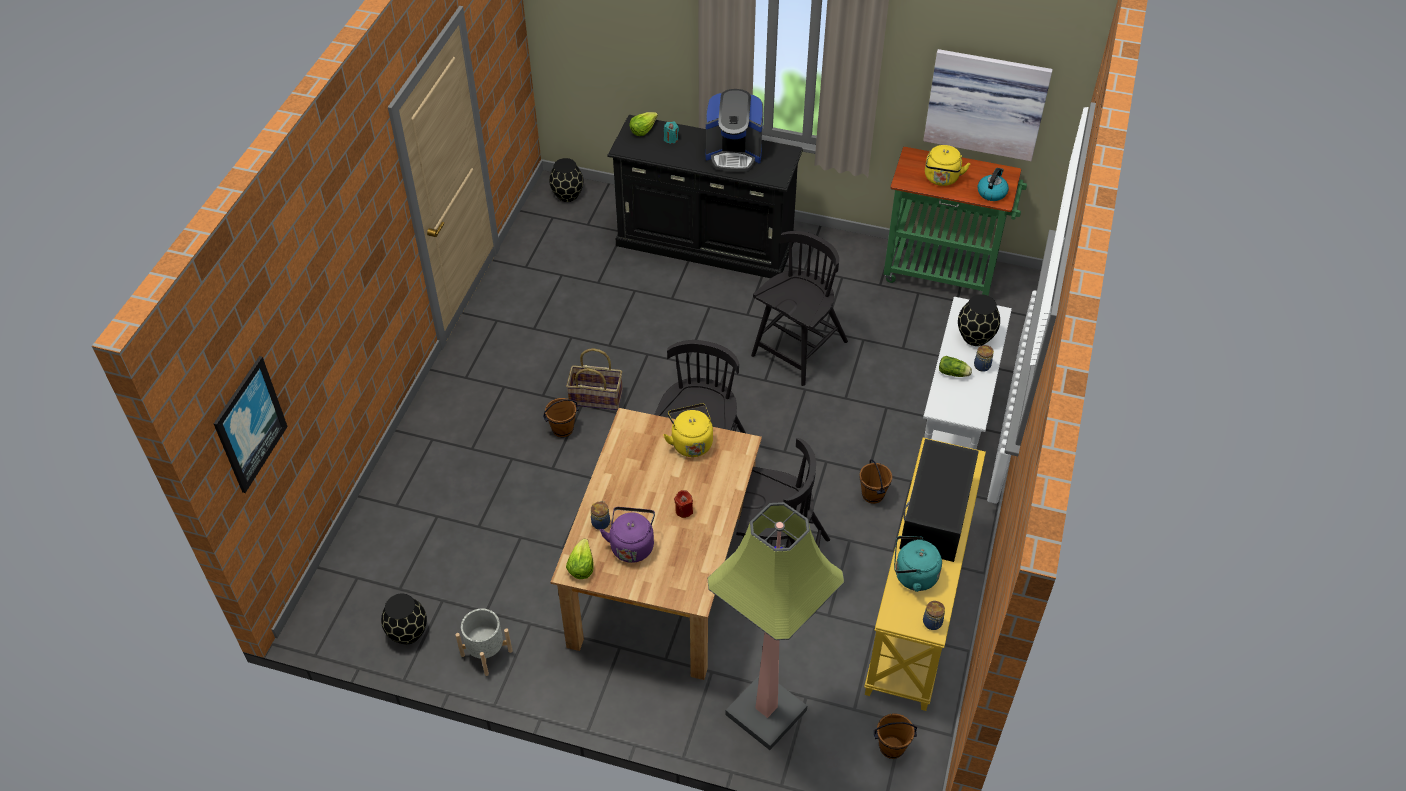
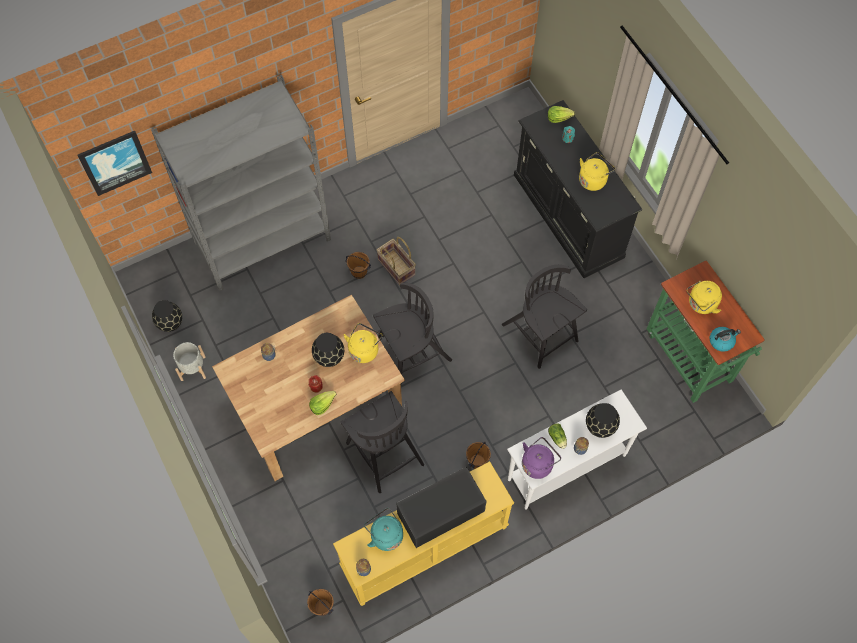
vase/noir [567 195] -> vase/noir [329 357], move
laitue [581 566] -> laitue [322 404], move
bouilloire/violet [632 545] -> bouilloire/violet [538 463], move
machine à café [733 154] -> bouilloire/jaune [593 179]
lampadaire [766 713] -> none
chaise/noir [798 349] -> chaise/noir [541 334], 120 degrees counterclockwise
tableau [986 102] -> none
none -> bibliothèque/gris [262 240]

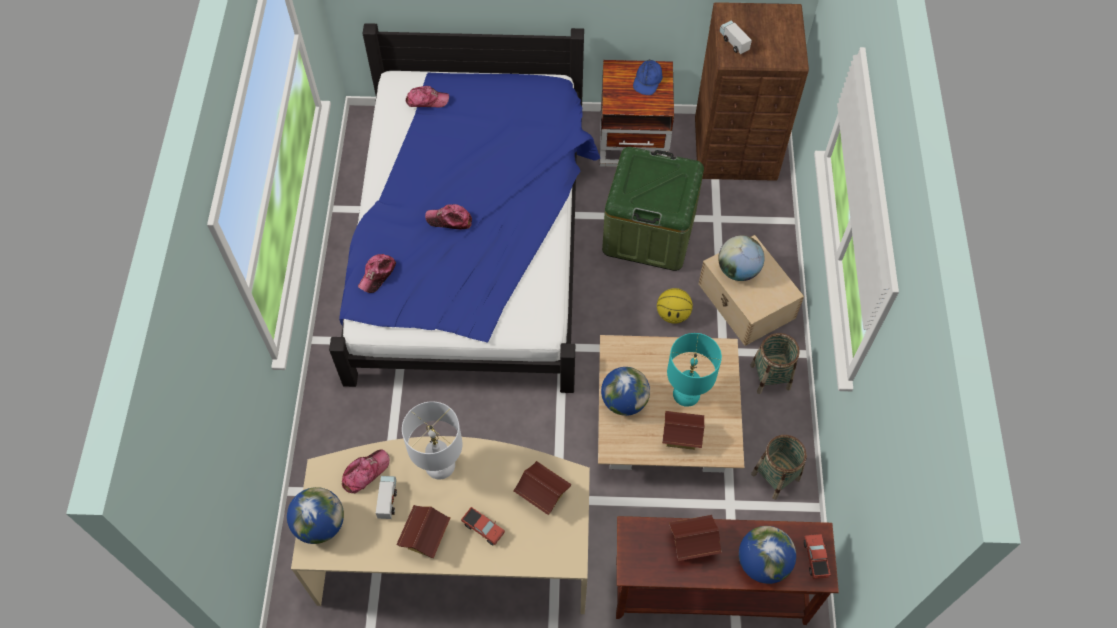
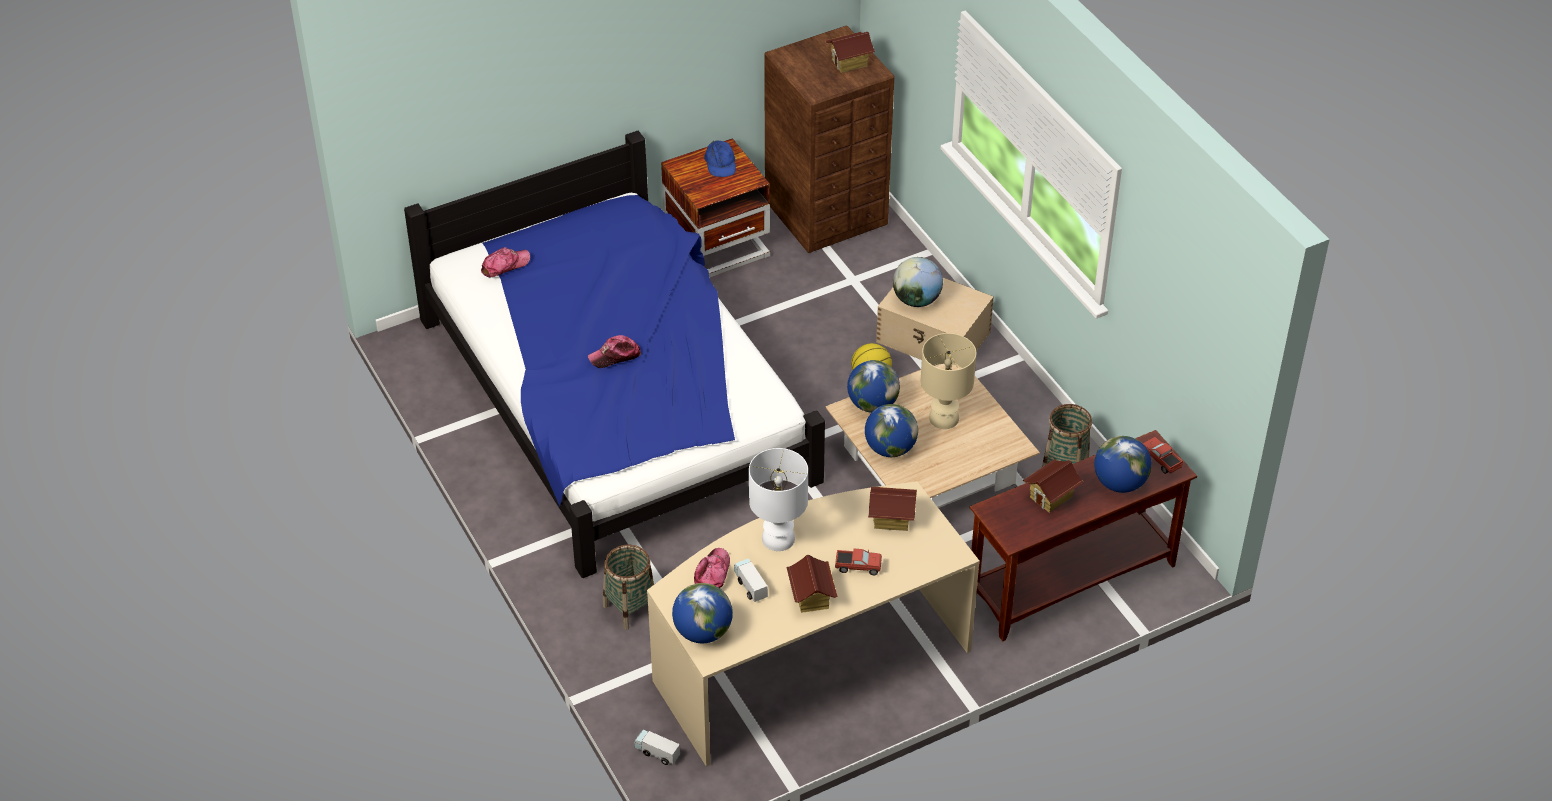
casquette [377 275] -> none
boîte de rangement/vert [649 231] -> none
maison miniature [681 437] -> maison miniature [849 63], move
lampe de table/turquoise [687 394] -> lampe de table/beige [944 418]
camion jouet [734 42] -> camion jouet [657 752], move
panier [770 377] -> panier [630 608], move
none -> globe [872 404]

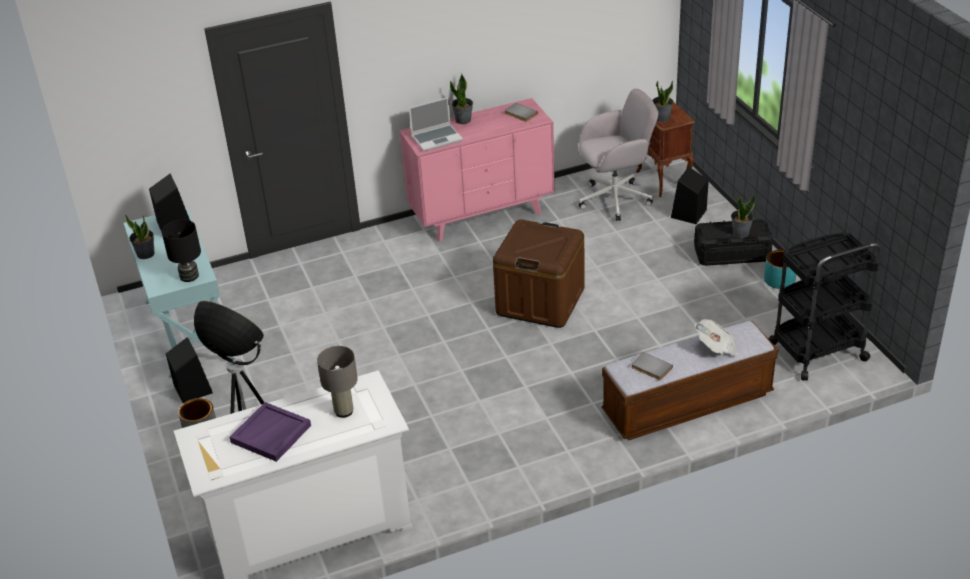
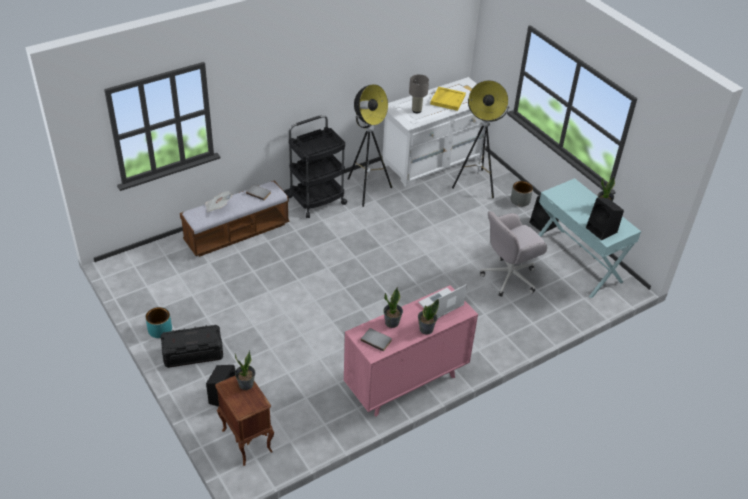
lampe de table/noir [189 276] -> none
plateau/violet [271 434] -> plateau/jaune [447 100]
boîte de rangement/marron [540 301] -> none
chaise de bureau/gris [615 200] -> chaise de bureau/gris [508 278], move
plante en pot [740 232] -> plante en pot [392 322], move
chariot/noir [817 351] -> chariot/noir [317 200], move
none -> lampadaire [366 190]

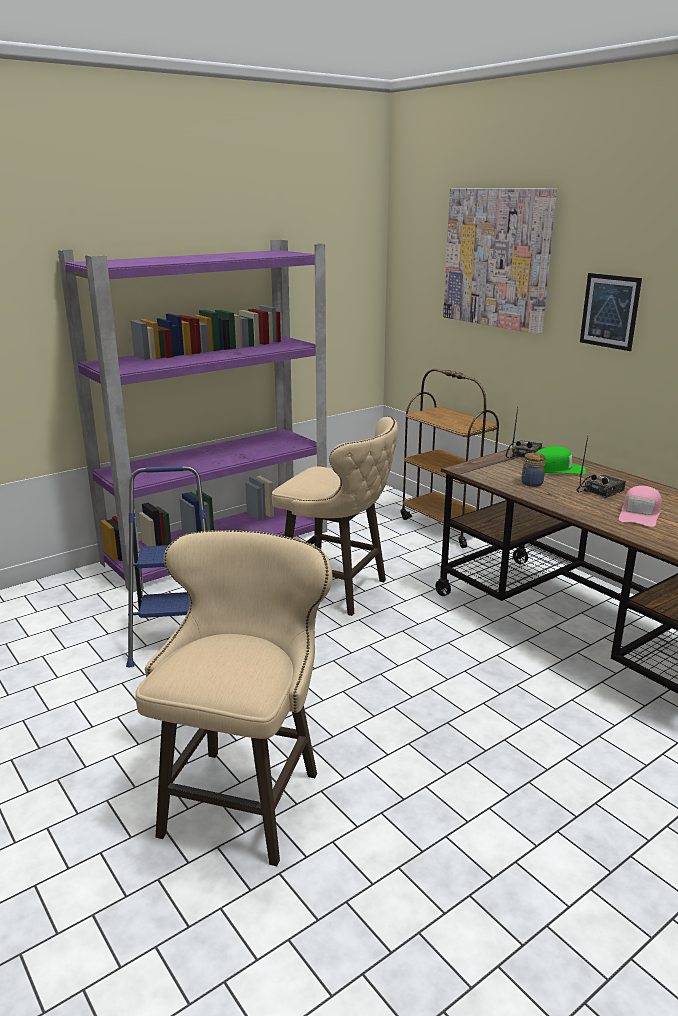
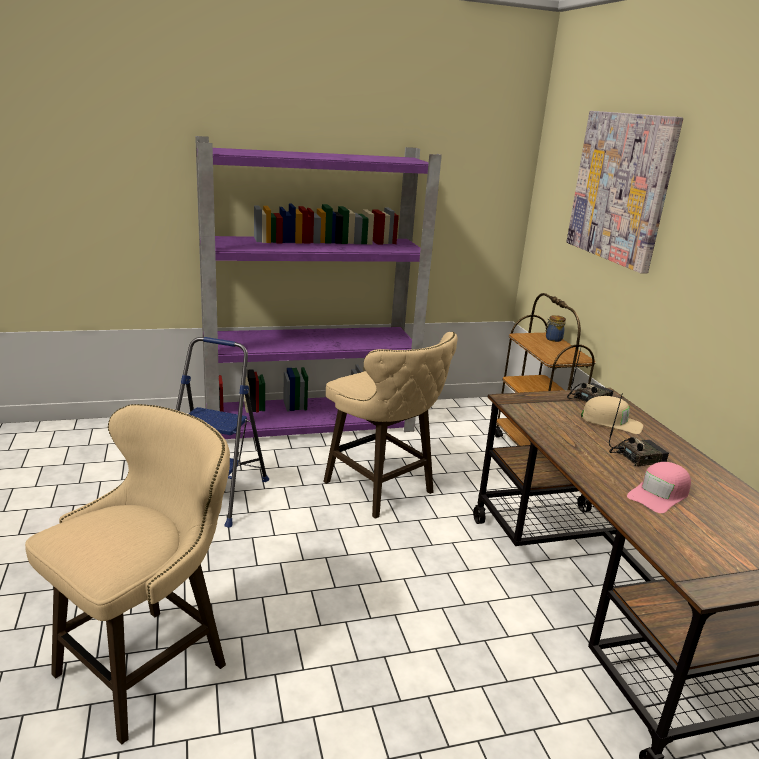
bocal [531 483] -> bocal [553 339], move
casquette/vert [557 469] -> casquette/beige [611 422]
tableau [610 311] -> none

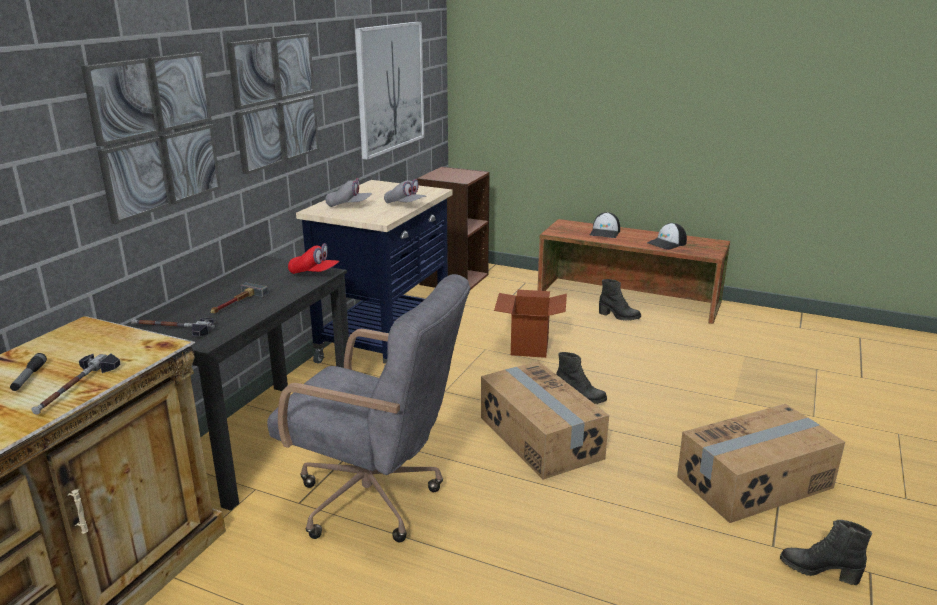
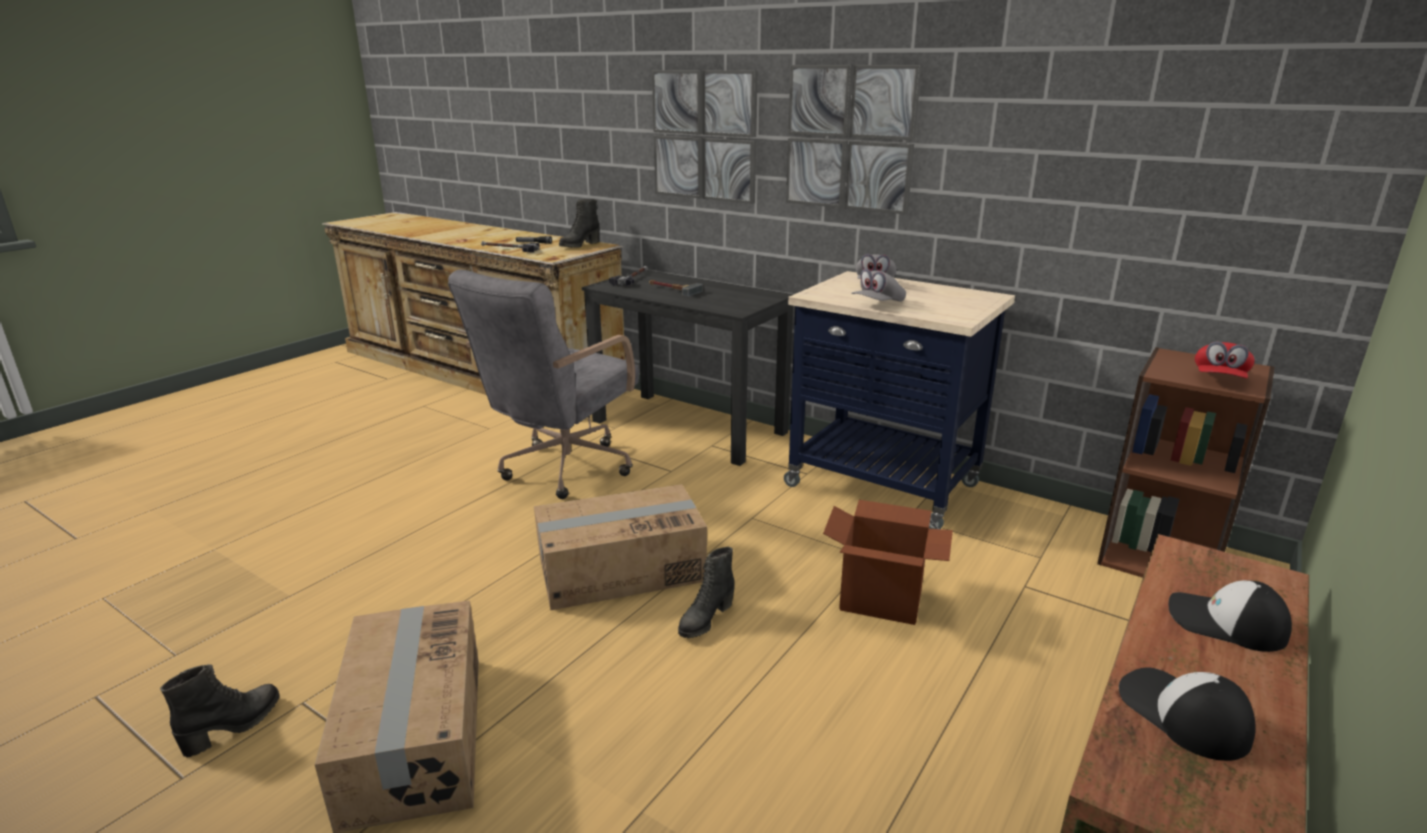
casquette/rouge [314 273] -> casquette/rouge [1219 380], move
tableau [390 88] -> none
botte/noir [619 316] -> botte/noir [579 245], move

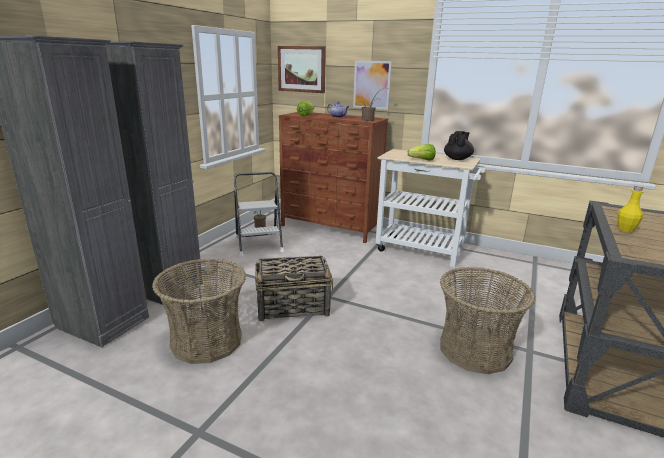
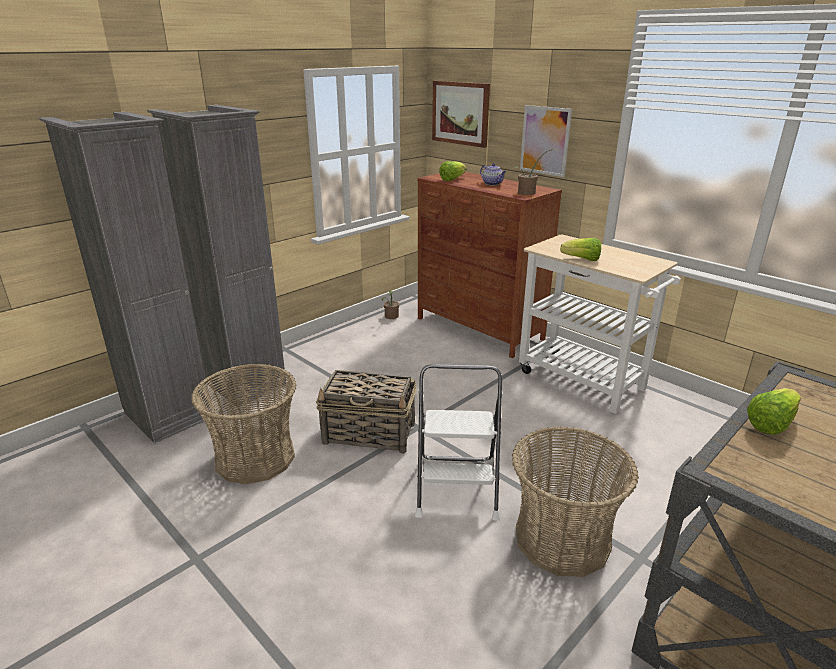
escabeau/blanc [259 243] -> escabeau/blanc [457 484], move
théière/noir [457 159] -> none
bouteille/jaune [625 229] -> laitue [771 424]

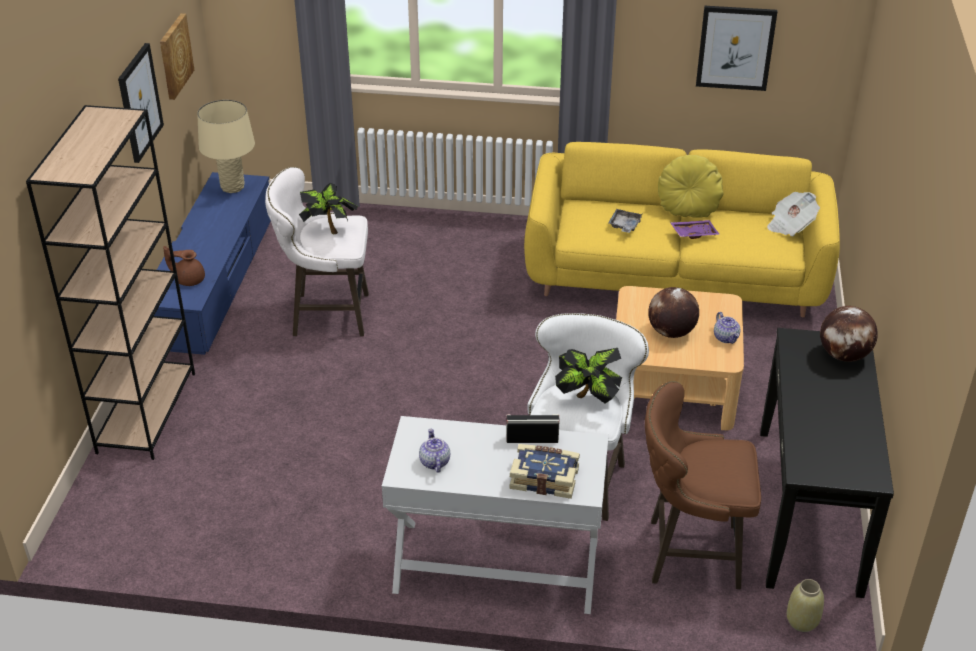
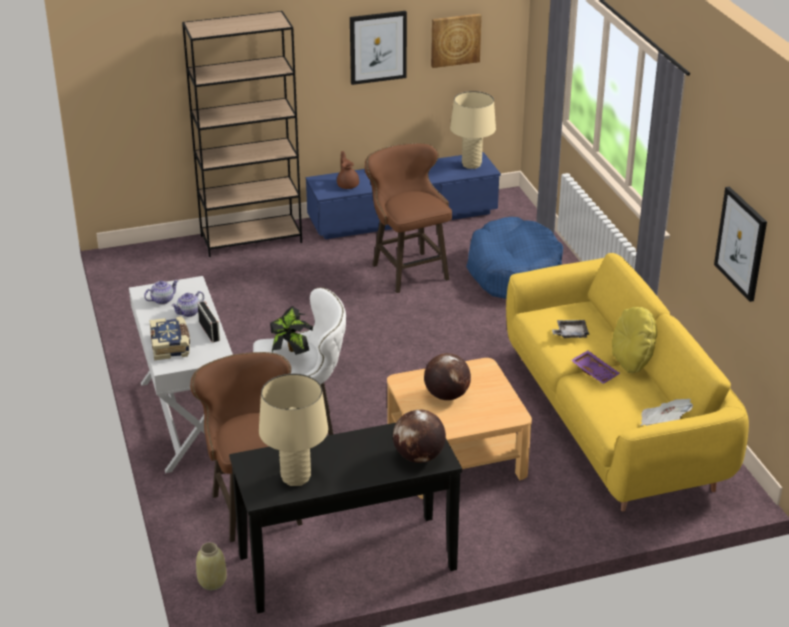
tabouret/blanc [326 314] -> tabouret/marron [408 270]
plante en pot [329 229] -> none
théière [726 338] -> théière [189 313], move
none -> lampe de table/beige [296 477]
none -> panier pour chien/bleu [513 272]

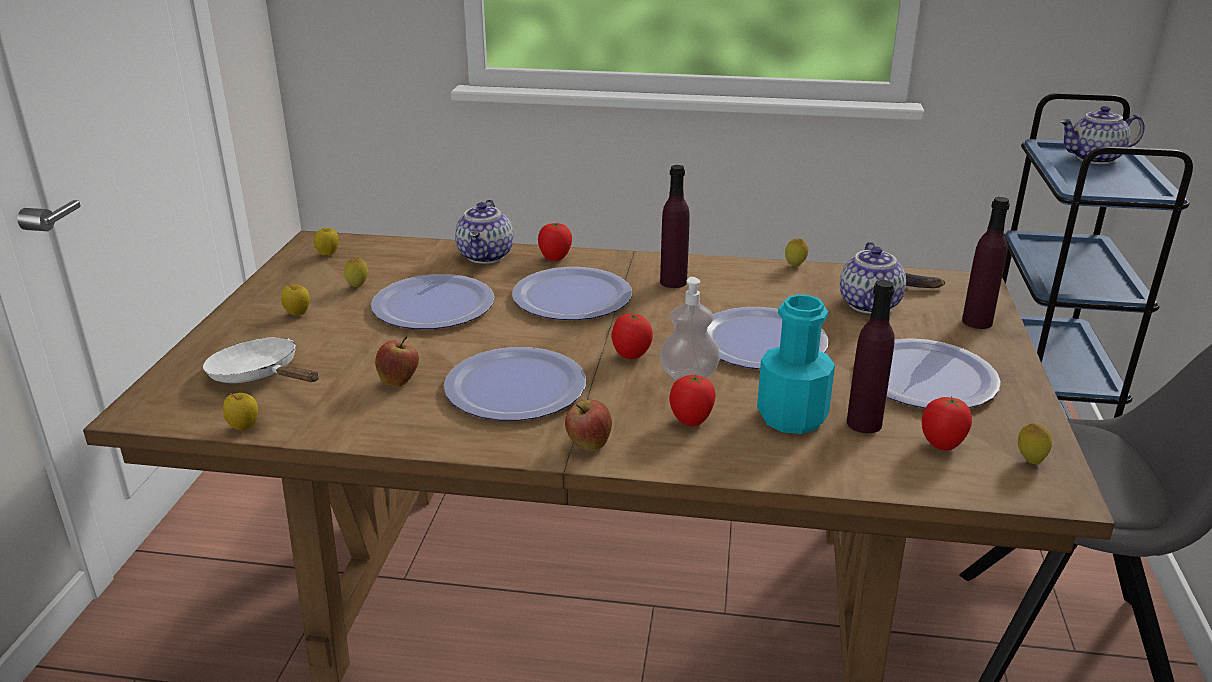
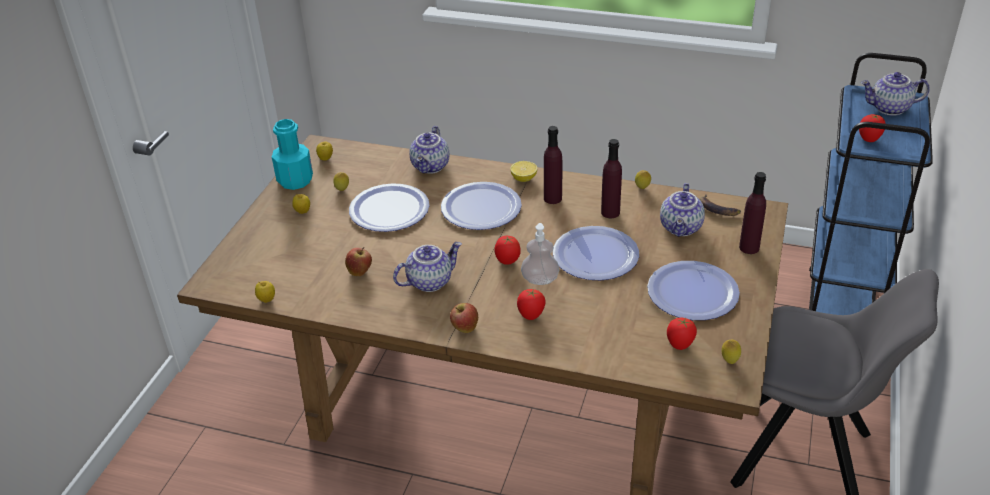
poêle/blanc [260 375] -> none
assiette [515 387] -> théière [429 281]
tomate [555 259] -> tomate [869 140], move
bouteille/turquoise [792 417] -> bouteille/turquoise [295 180], move
bouteille/violet [864 423] -> bouteille/violet [610 212], move
none -> citron [524 179]

